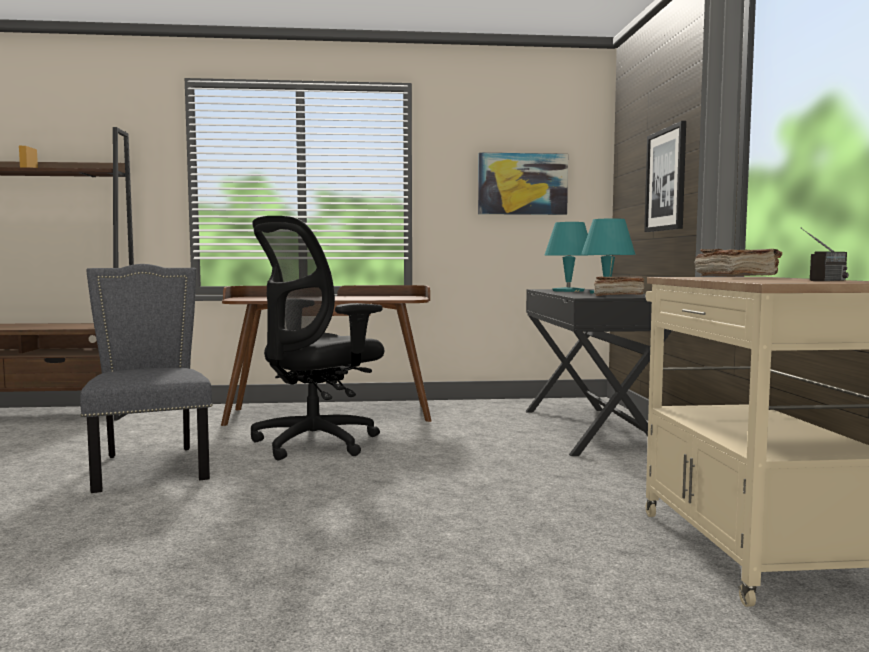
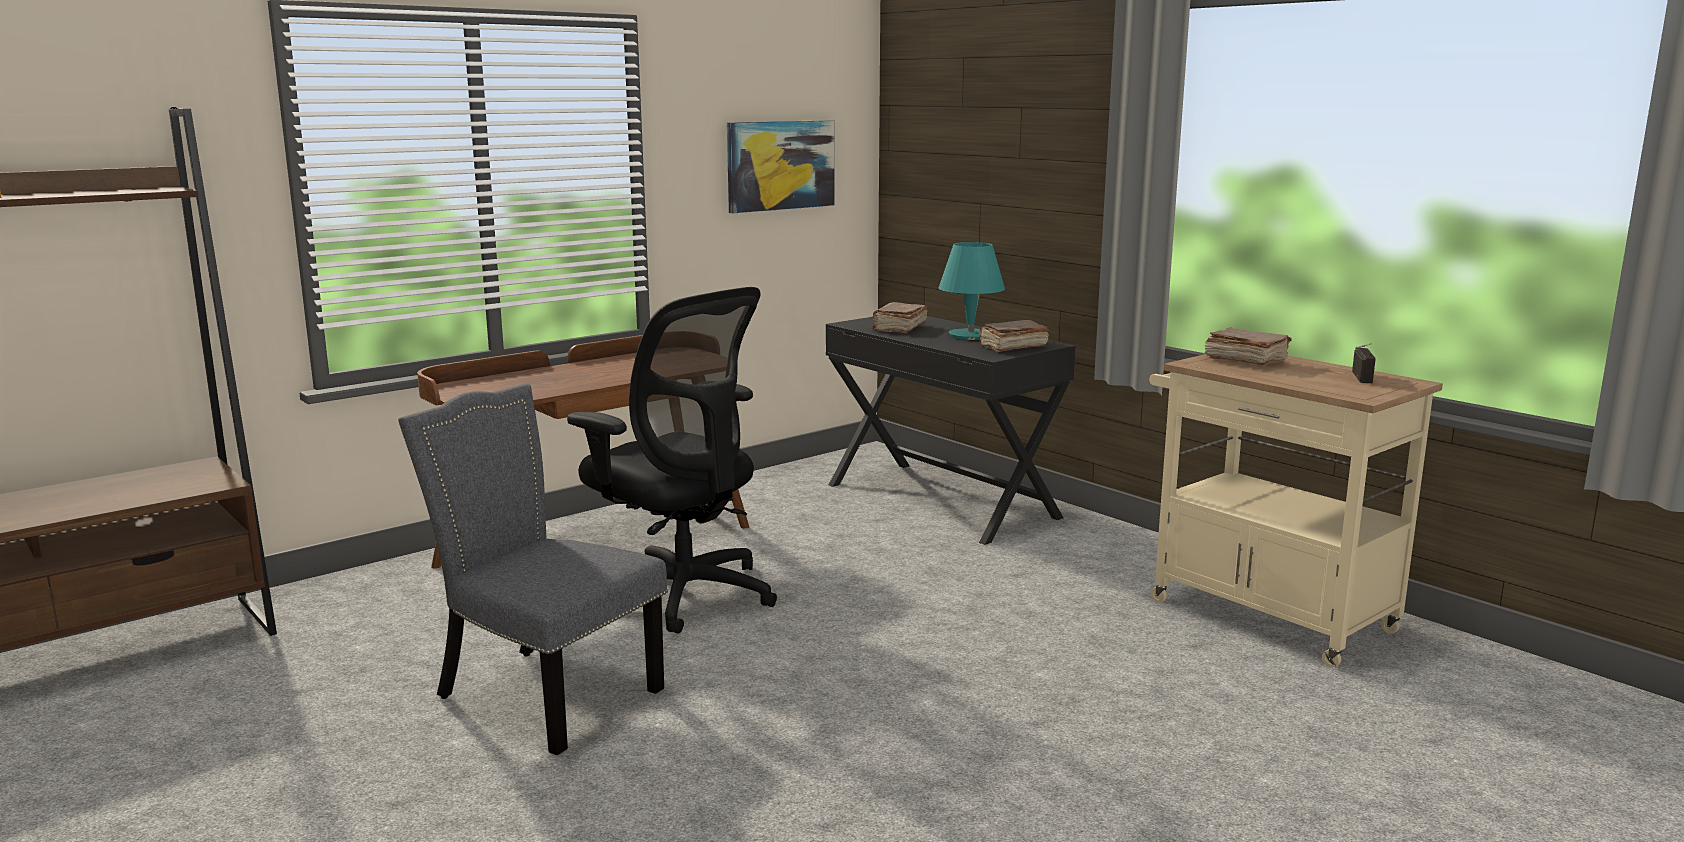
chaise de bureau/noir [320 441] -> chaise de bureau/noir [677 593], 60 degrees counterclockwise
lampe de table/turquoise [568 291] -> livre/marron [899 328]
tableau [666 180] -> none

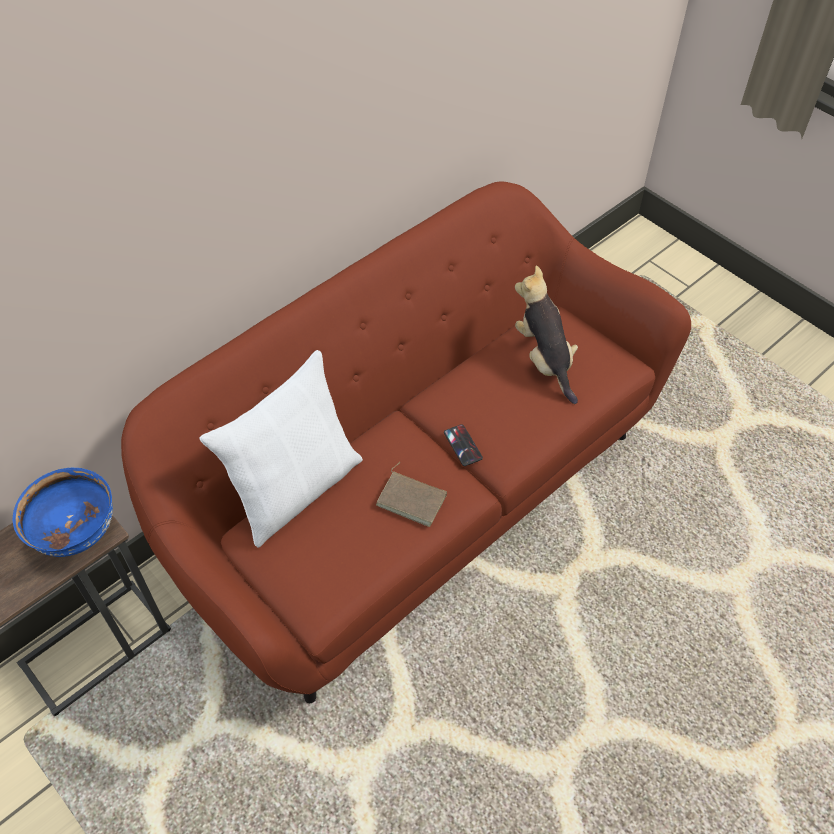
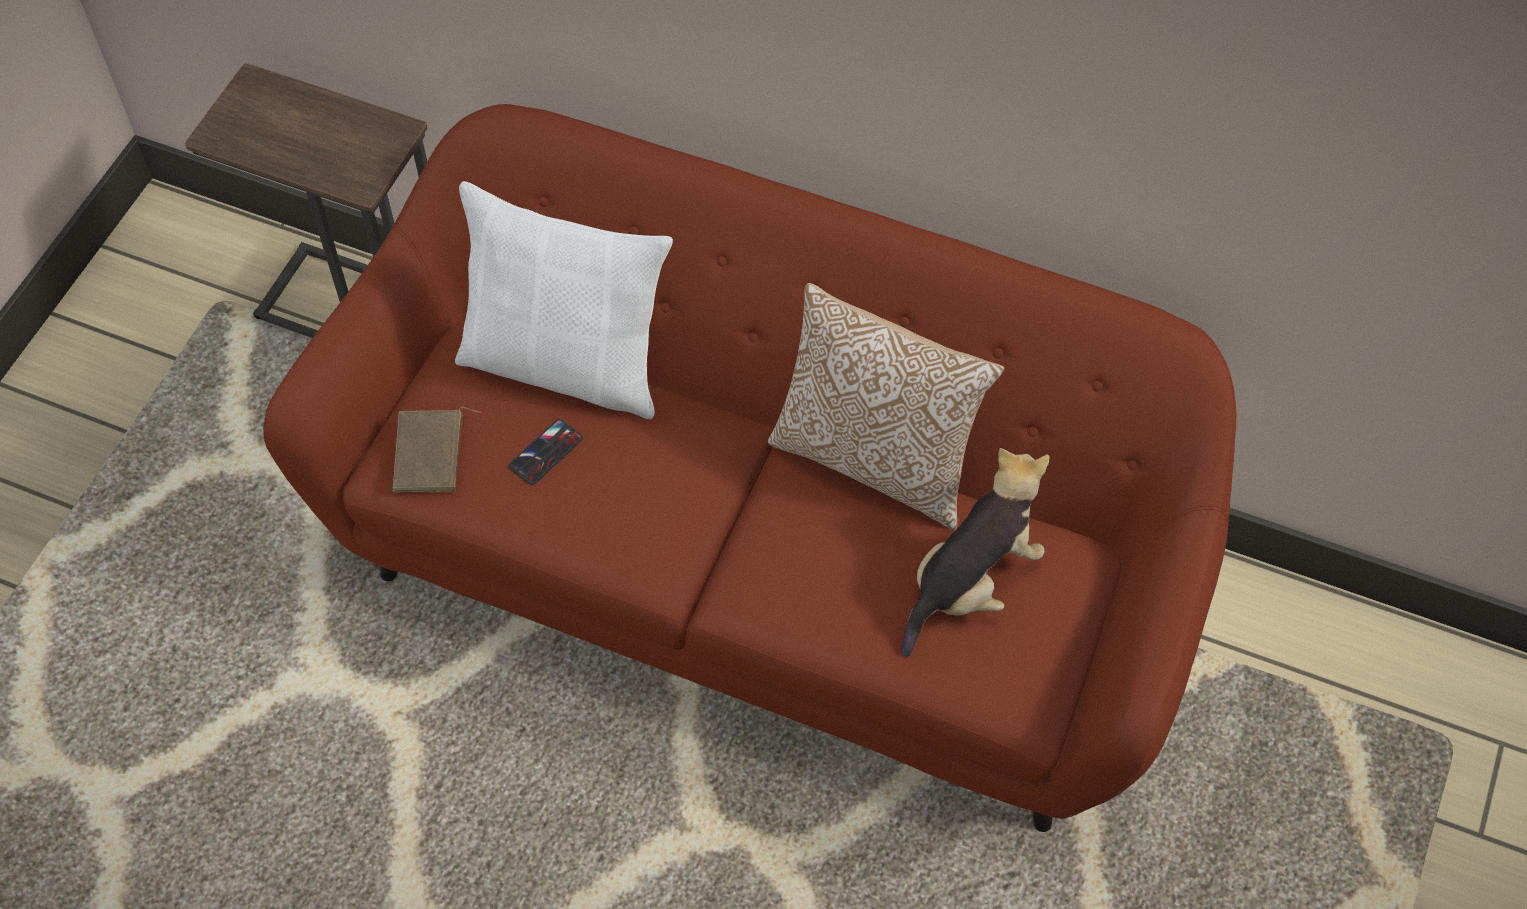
bol/bleu [78 535] -> none
livre/marron [412 499] -> livre/marron [432 455], move
téléphone [463 445] -> téléphone [546 452], move
none -> coussin [876 459]

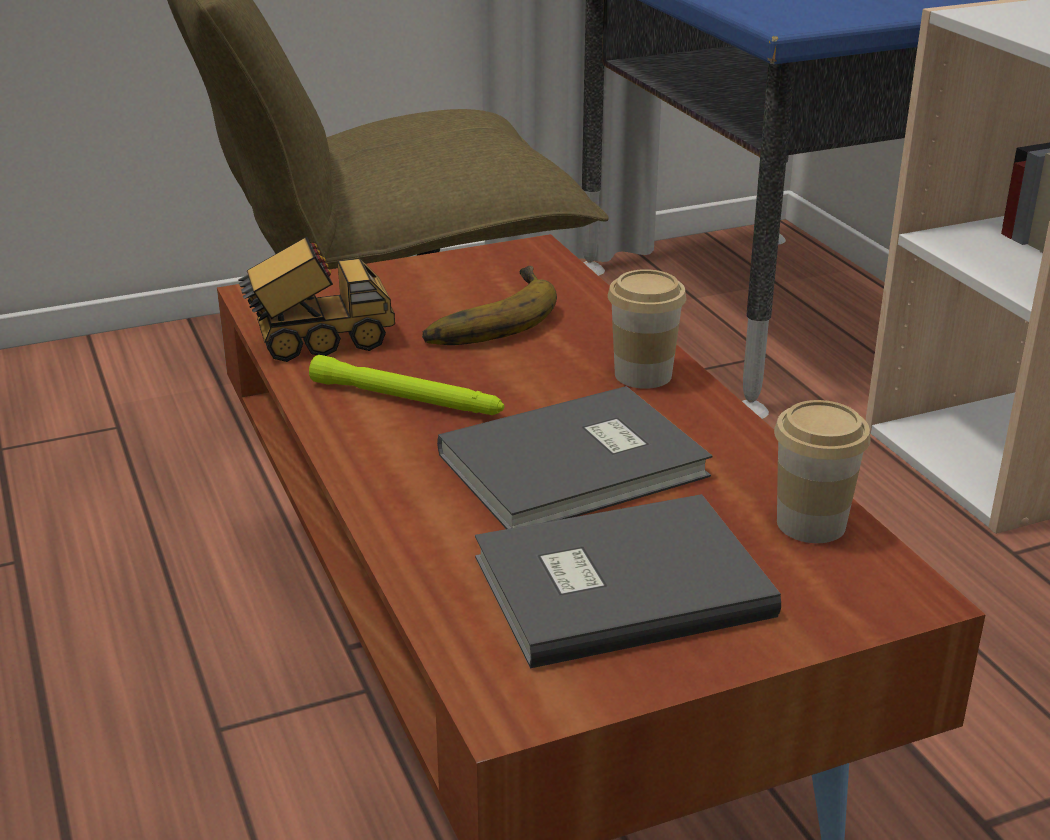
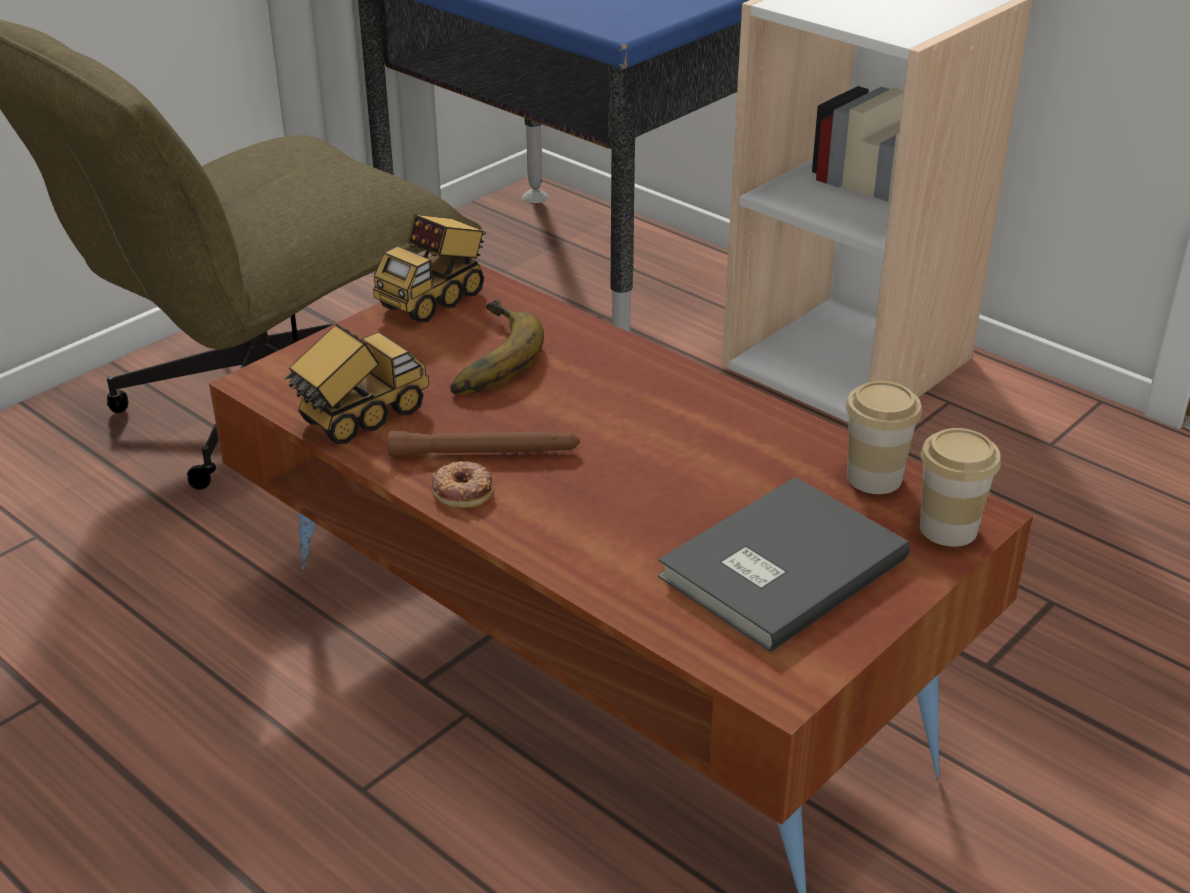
lampe de poche/vert [407 399] -> lampe de poche/marron [485 452]
livre/gris [579 467] -> none
tasse [643 375] -> tasse [948 528], move
none -> camion jouet [435 299]
none -> beignet [463 490]

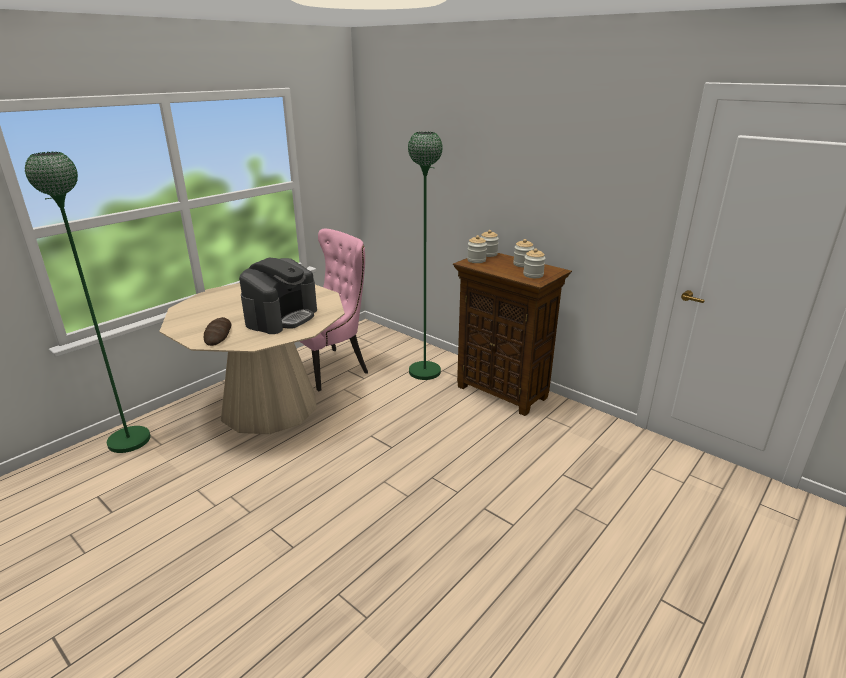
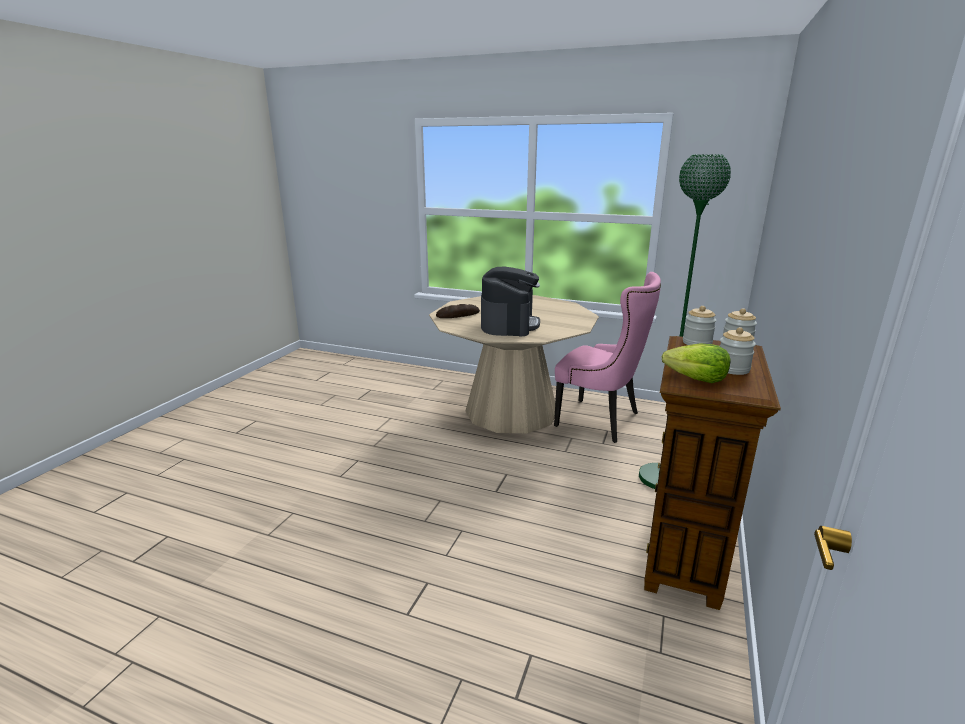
lampadaire/vert [129 441] -> none
machine à café [282 317] -> machine à café [509 324], 90 degrees counterclockwise
bocal [533 275] -> laitue [696 379]

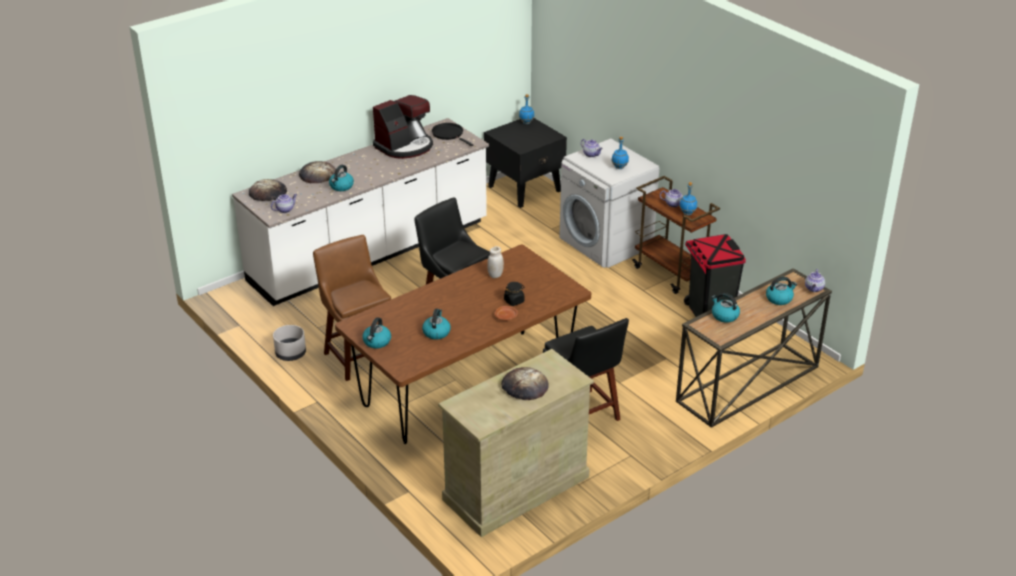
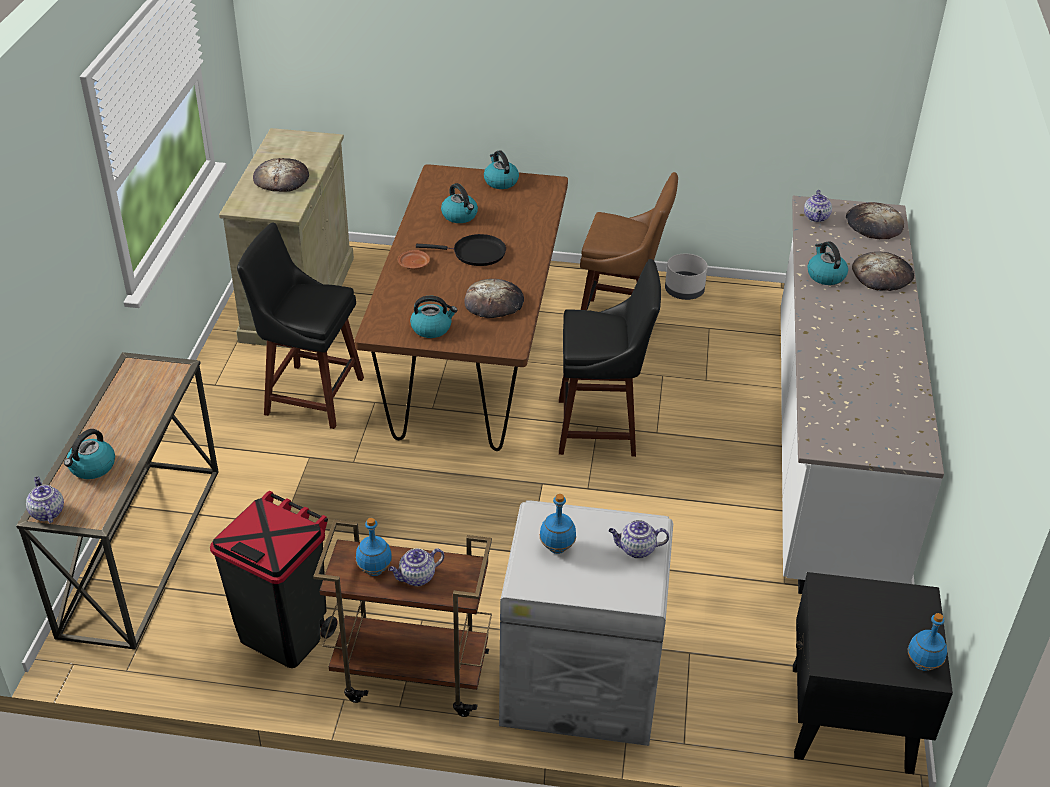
machine à café [405 146] -> none
poêle/noir [449 134] -> poêle/noir [475 253], move
bocal/blanc [495 275] -> pain [494 302]
bocal/noir [514 301] -> none
bouilloire [724 316] -> bouilloire [432 328], move

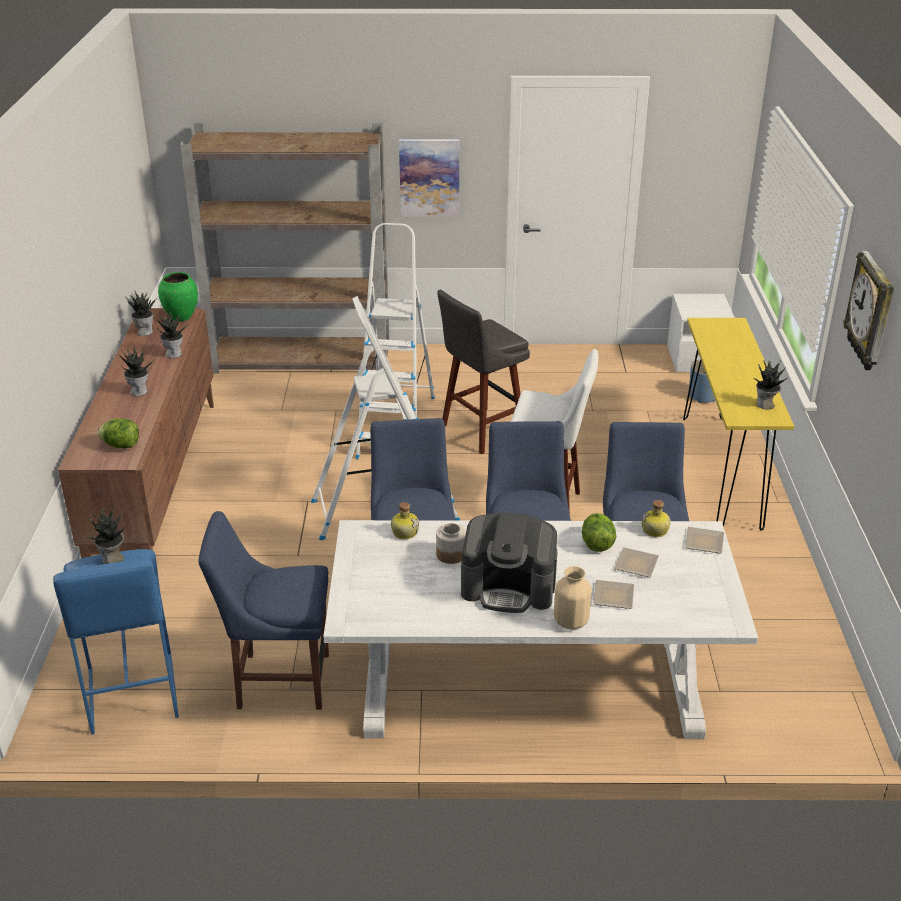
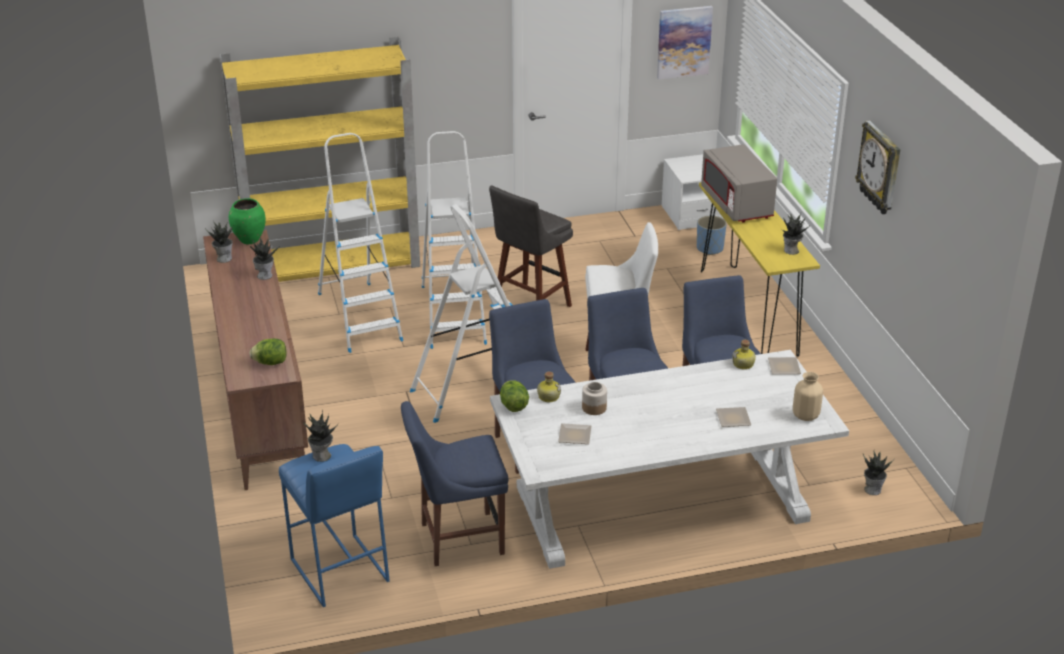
plante en pot [139 391] -> plante en pot [873 489], move
bibliothèque/marron [301 359] -> bibliothèque/jaune [332 263]
tableau [429 177] -> tableau [683 42], move
machine à café [509 587] -> none
vase/beige [570 622] -> vase/beige [805 416], move
laitue [597 544] -> laitue [513 406], move
assiette [634 565] -> assiette [573 436], move
none -> escabeau/blanc [360 316]
none -> micro-ondes/gris [736 204]

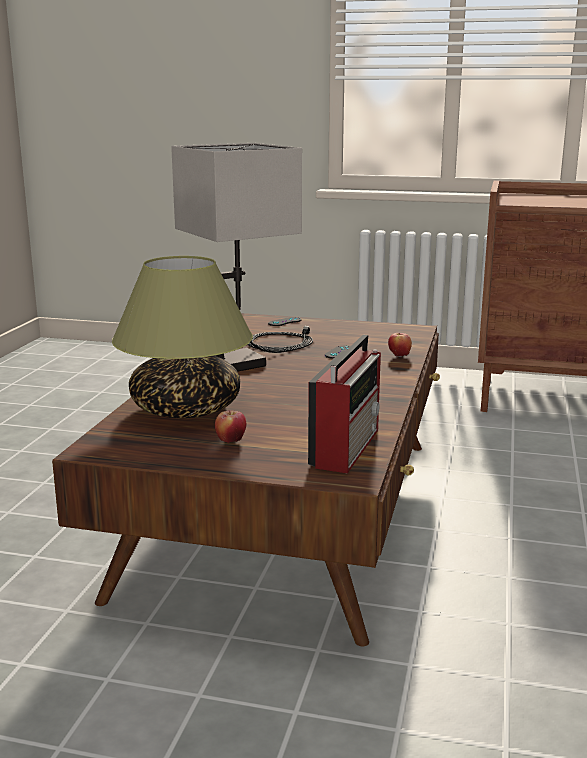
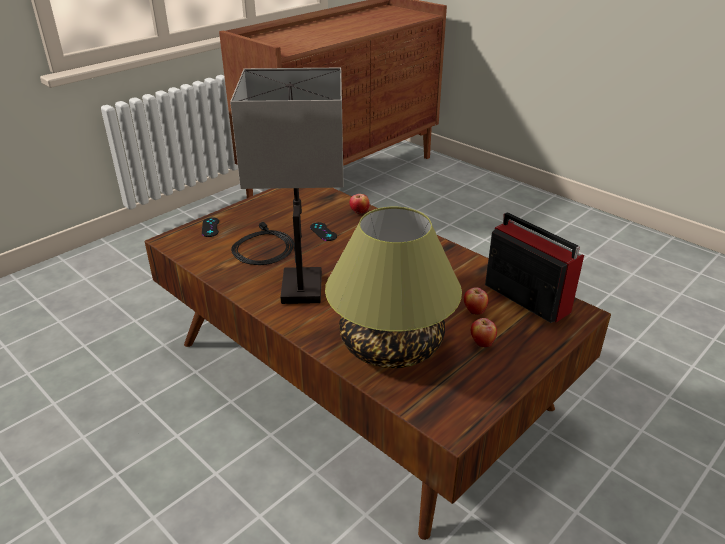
none -> pomme [474 311]

